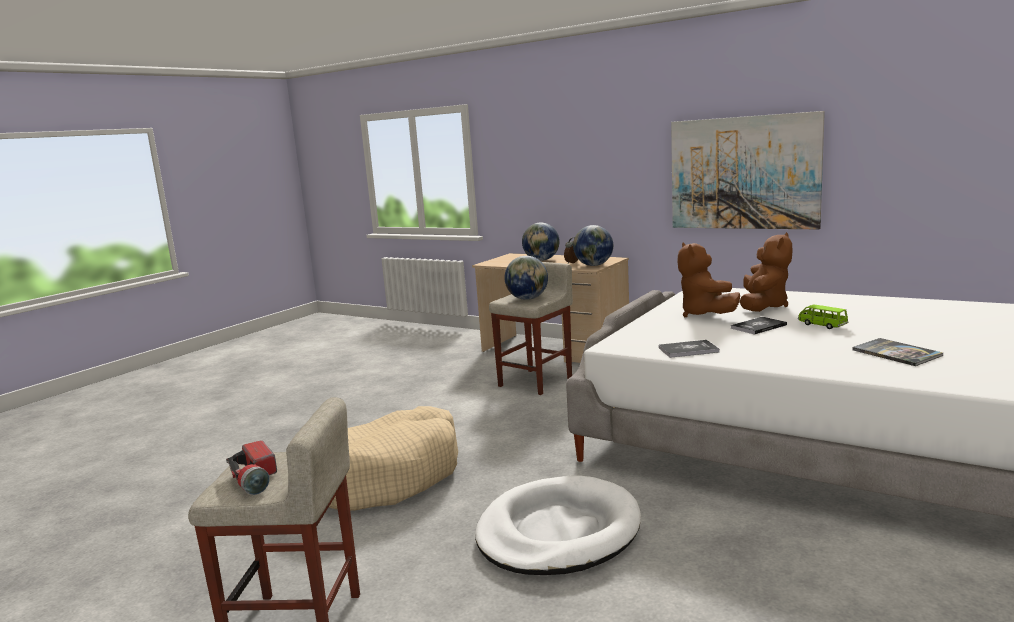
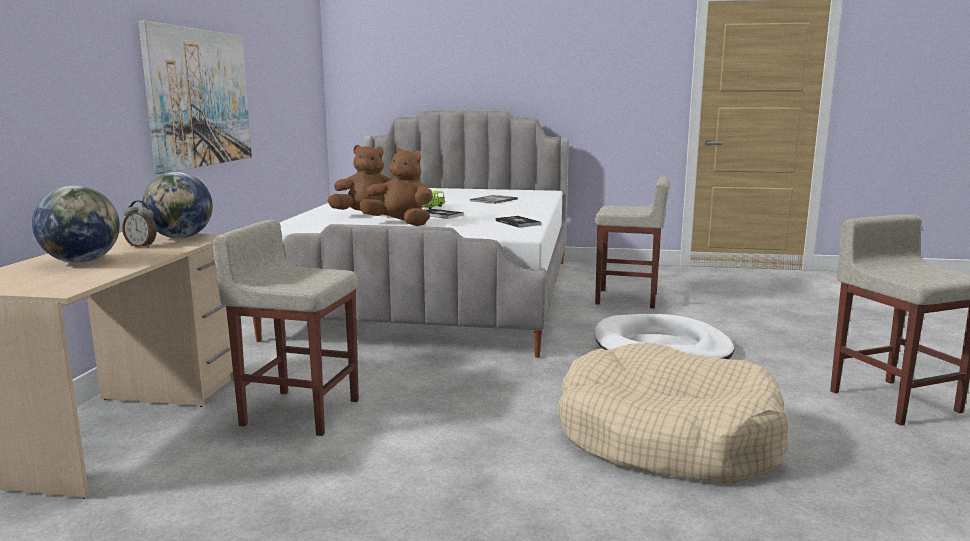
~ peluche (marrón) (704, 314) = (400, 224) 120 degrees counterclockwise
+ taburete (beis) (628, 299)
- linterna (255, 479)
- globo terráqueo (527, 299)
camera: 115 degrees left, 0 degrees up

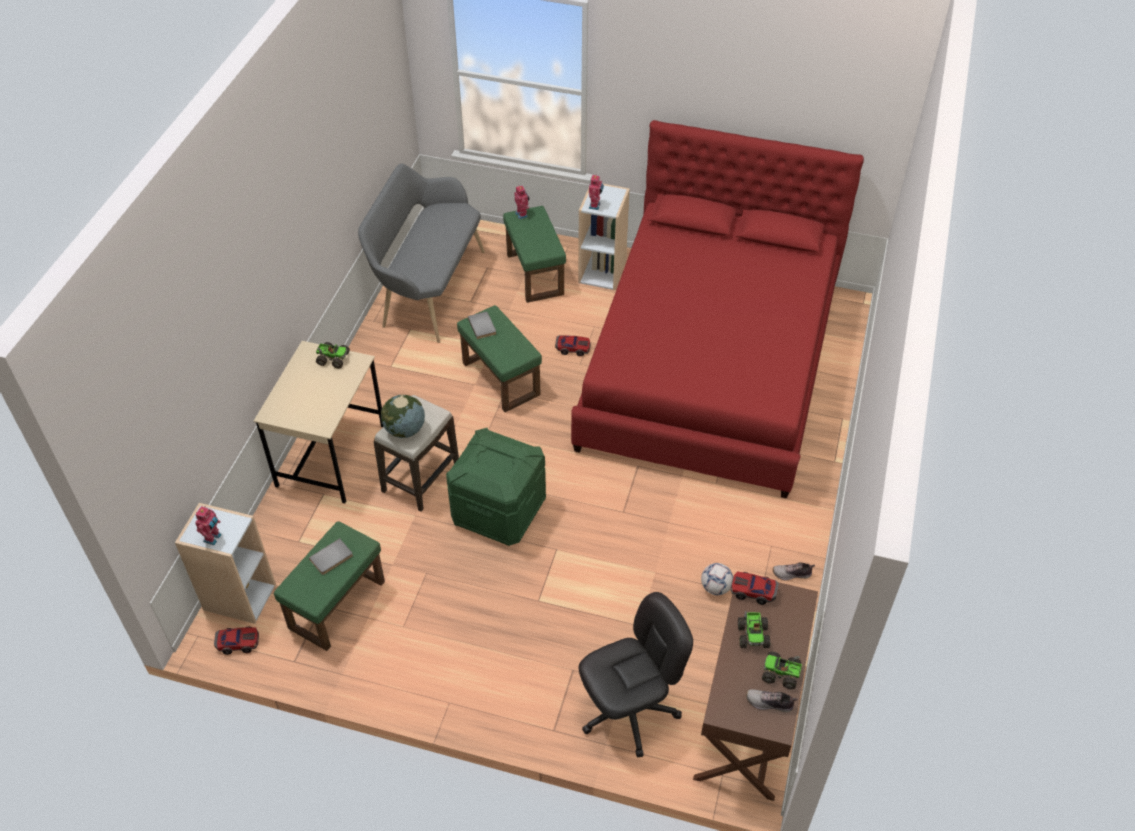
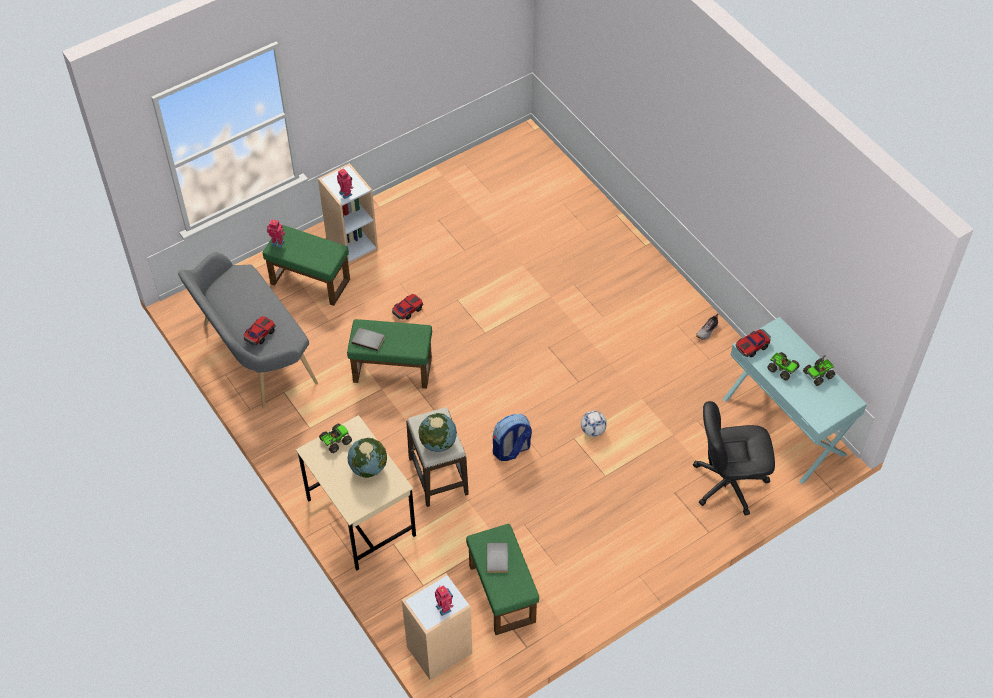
~ coche de juguete (238, 642) to (259, 333)
+ globo terráqueo (368, 467)
~ caja de almacenaje (verde) (498, 511) to mochila (511, 450)
~ balón de fútbol (715, 587) to (593, 430)
~ silla de oficina (negro) (629, 710) = (728, 483) 105 degrees counterclockwise
~ escritorio (marrón) (748, 716) to escritorio (turquesa) (784, 426)
- cama (rojo) (710, 365)
- zapato (769, 703)
camera: 50 degrees left, 5 degrees up

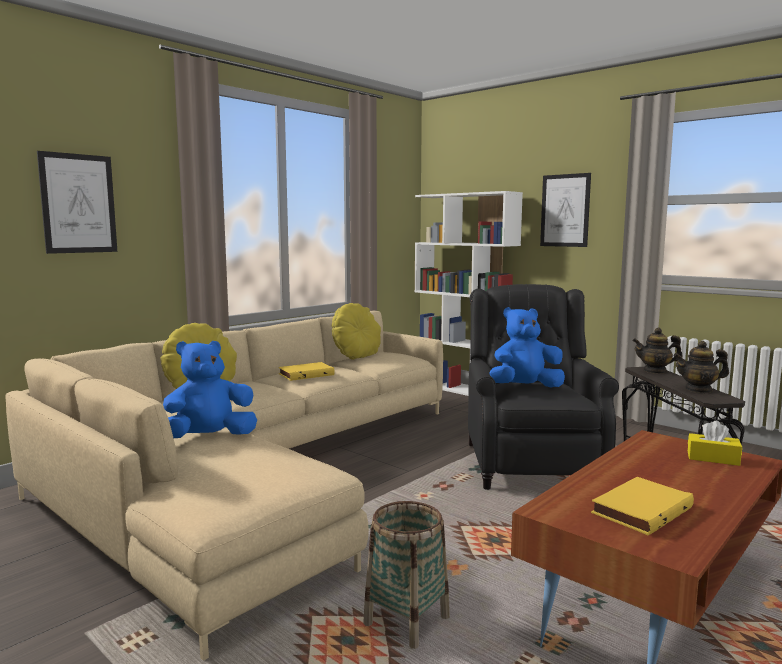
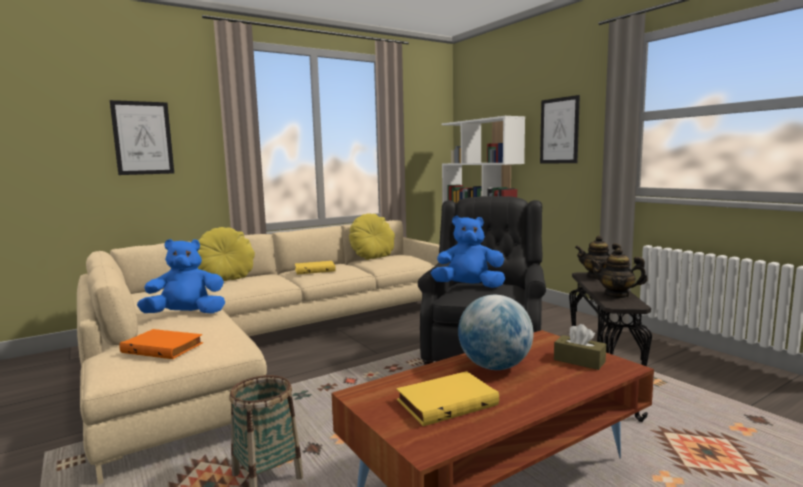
+ libro (naranja) (164, 347)
+ globo terráqueo (494, 367)
~ caja de pañuelos (amarillo) (713, 458) to caja de pañuelos (marrón) (579, 361)
camera: 15 degrees right, 0 degrees up

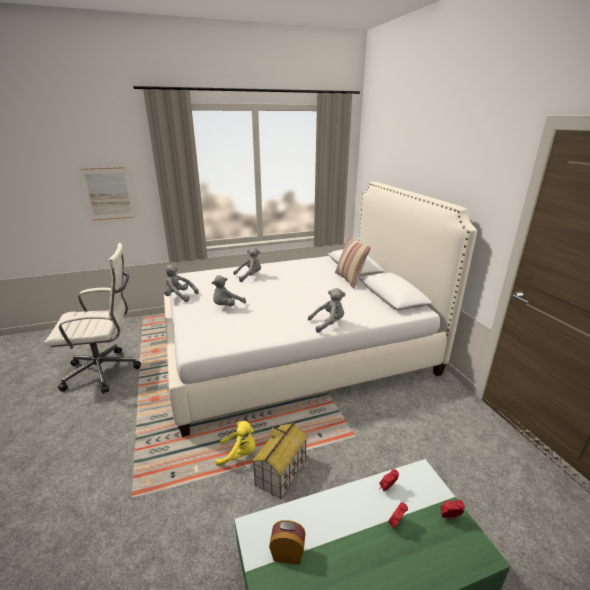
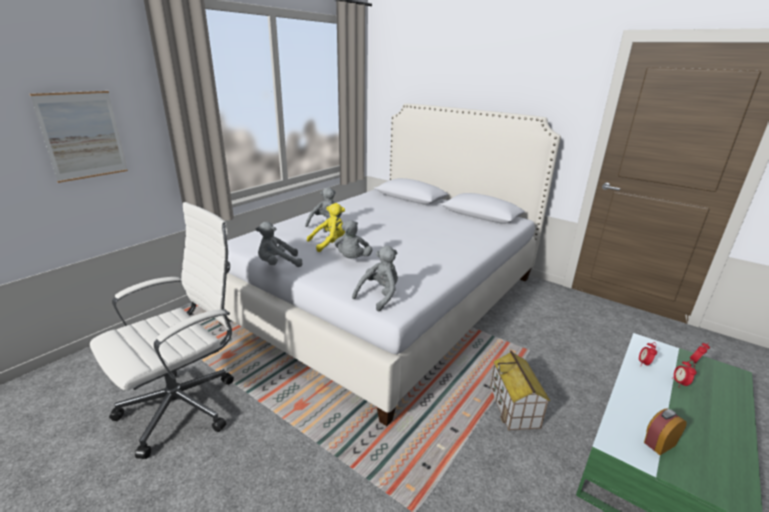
~ peluche (amarillo) (239, 454) to (329, 243)
~ peluche (gris) (328, 324) to (379, 296)
- cojín (349, 279)
camera: 35 degrees left, 0 degrees up

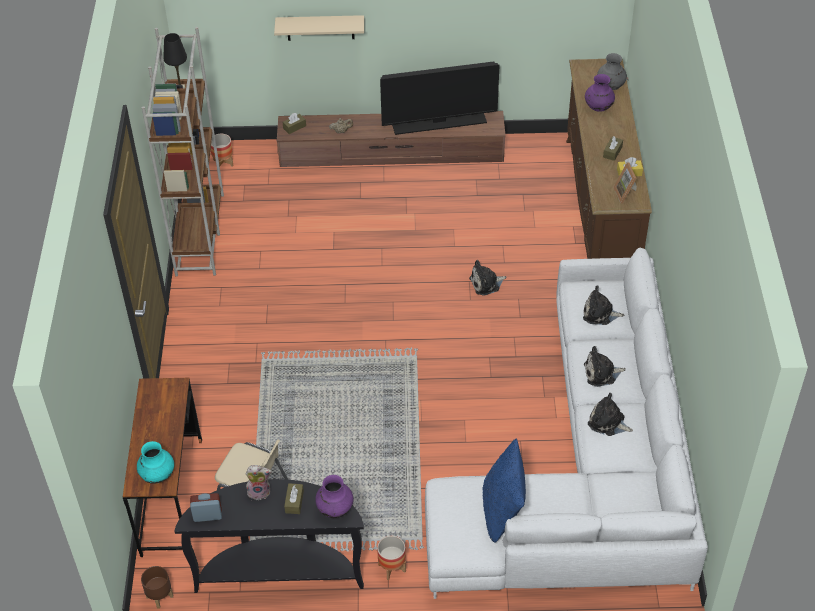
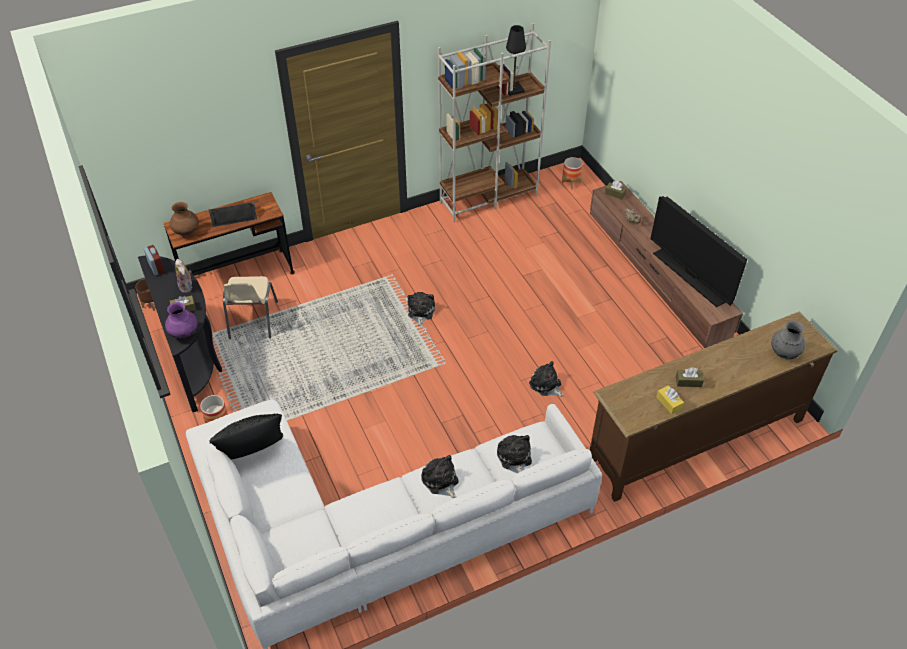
~ florero (turquesa) (157, 475) to florero (marrón) (187, 232)
+ altavoz (negro) (233, 216)
~ cojín (azul) (502, 513) to cojín (negro) (252, 456)
~ peluche (608, 422) to (420, 312)
- estante (beis) (320, 27)
- florero (morado) (598, 107)
- portarretratos (626, 194)
camera: 65 degrees right, 0 degrees up

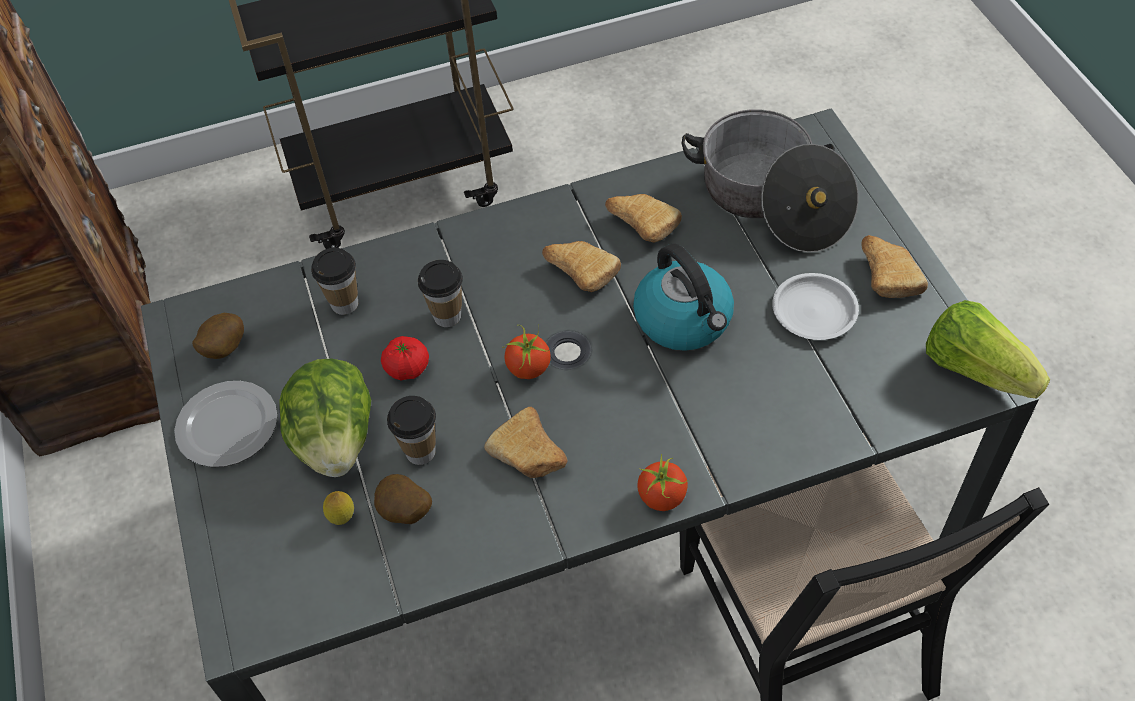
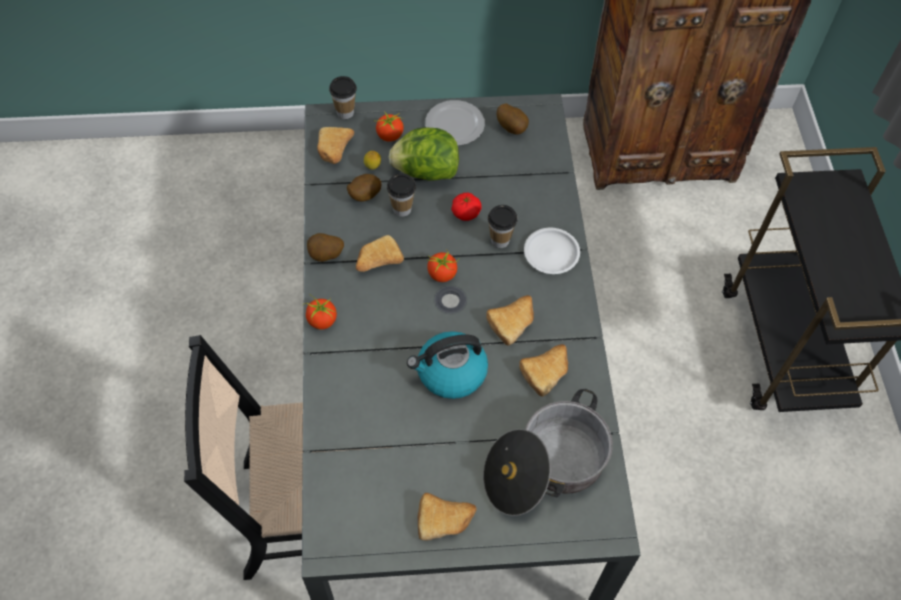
+ patata (326, 256)
+ pan (333, 152)
~ taza (344, 303) to (345, 112)
+ tomate (389, 136)
~ plato (blanco) (813, 311) to (551, 253)
- lechuga (975, 369)
camera: 100 degrees right, 5 degrees up

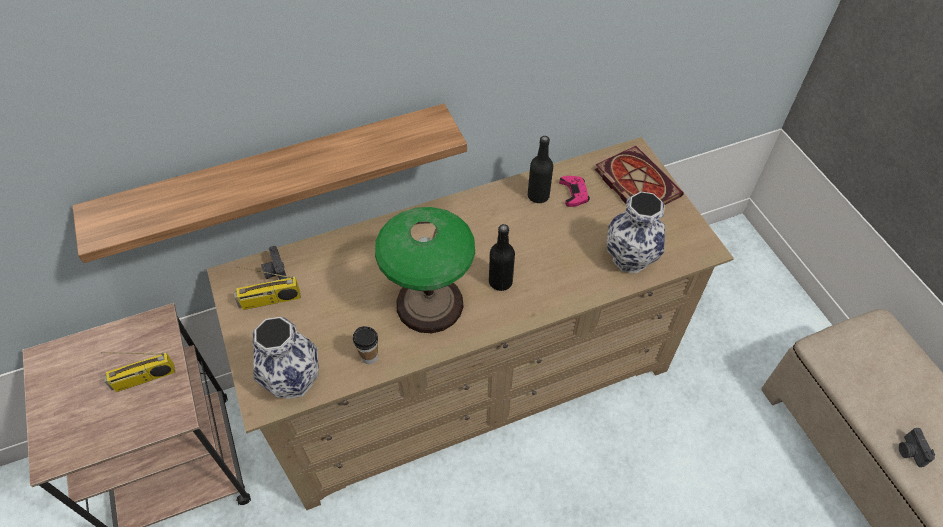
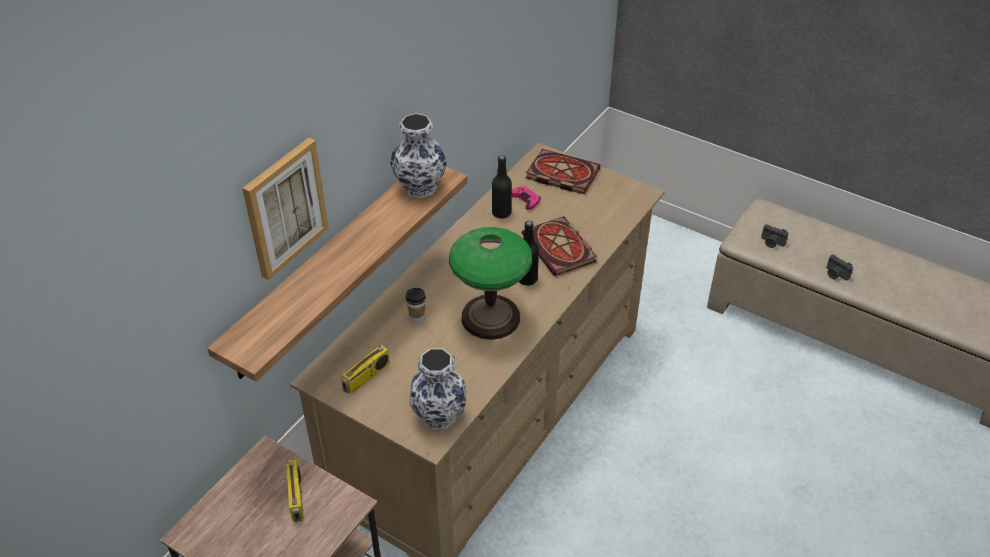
+ cuadro (284, 207)
~ radio (144, 378) = (296, 497) 45 degrees counterclockwise
~ florero (630, 257) to (419, 186)
~ taza (369, 356) to (417, 318)
+ libro (561, 249)
~ cámara (275, 272) to (771, 243)
camera: 35 degrees left, 10 degrees down

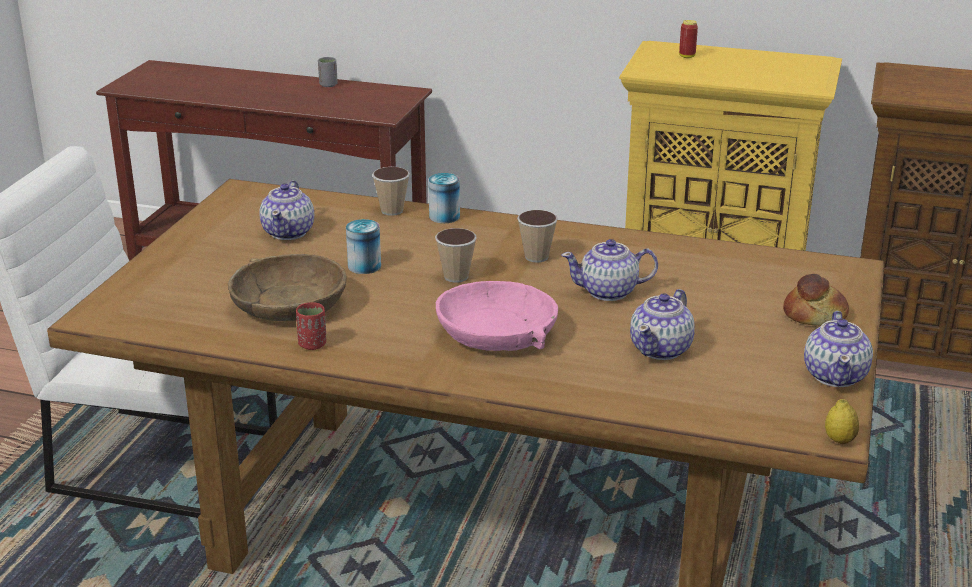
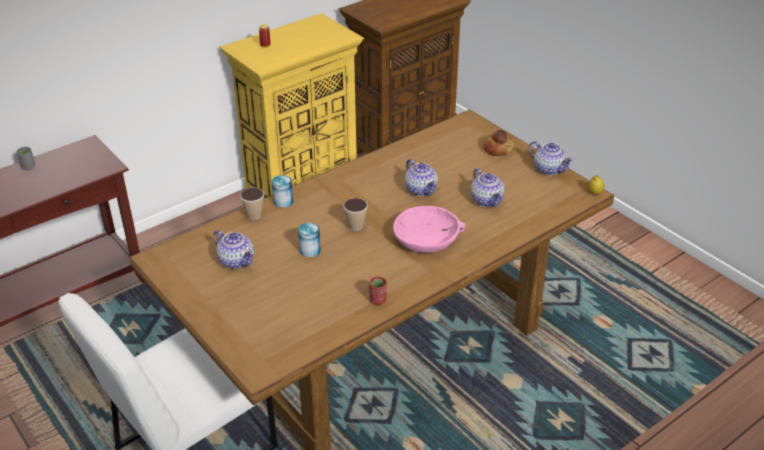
~ tetera (609, 292) = (421, 189) 60 degrees counterclockwise
- cuenco (marrón) (288, 304)
- taza (536, 257)
camera: 55 degrees left, 10 degrees up

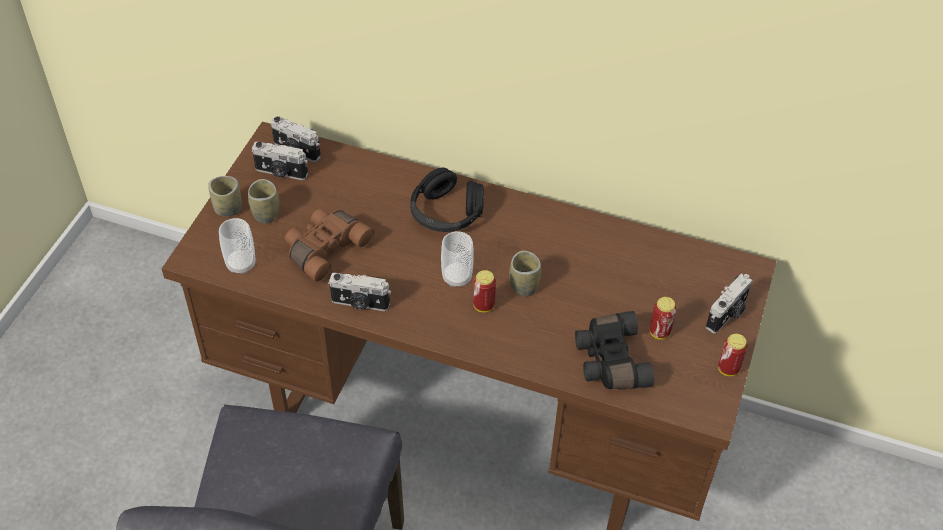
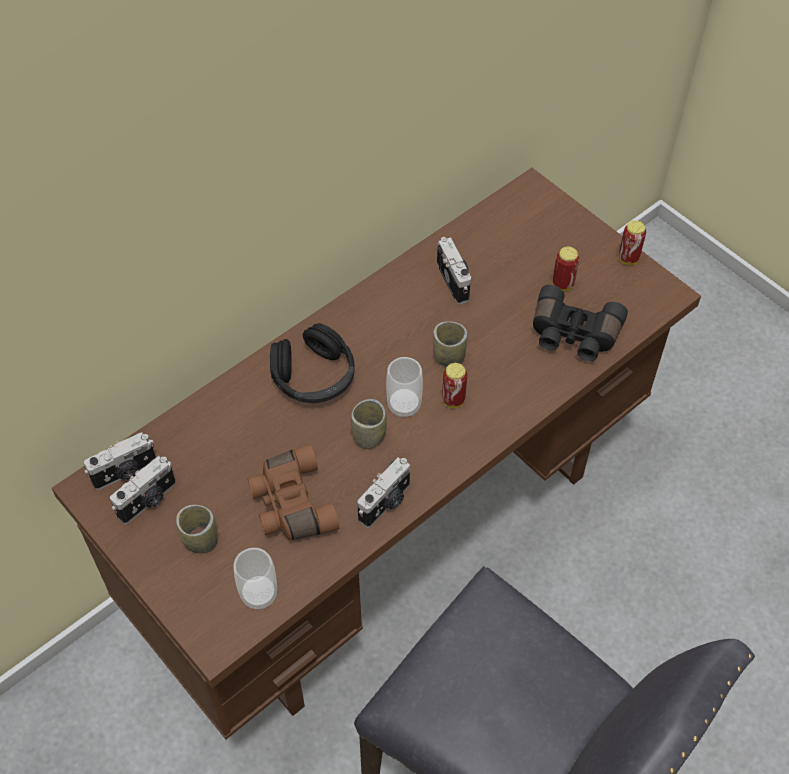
~ taza (228, 209) to (369, 436)
~ cámara (727, 314) to (454, 281)
camera: 60 degrees left, 5 degrees up

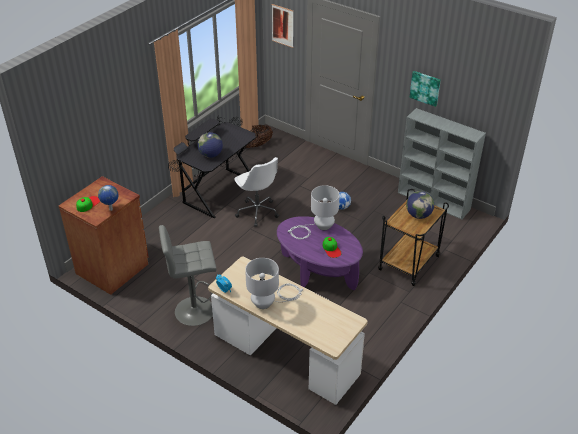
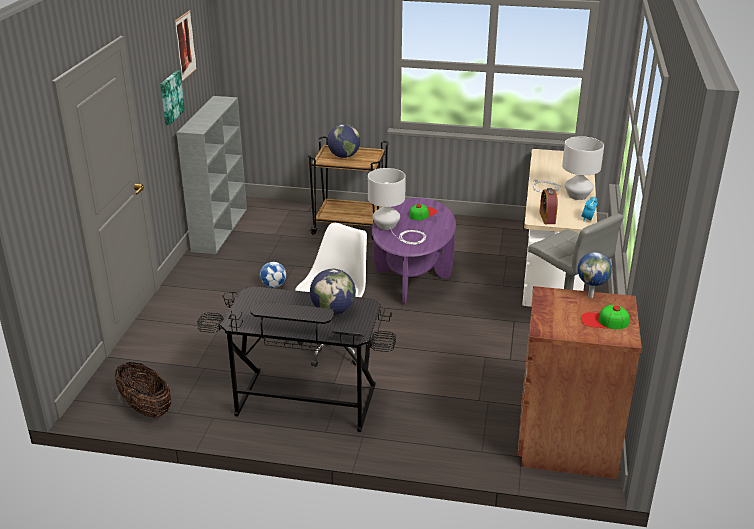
~ cuadro (282, 25) to (185, 45)
+ despertador (547, 218)
camera: 115 degrees left, 10 degrees down

